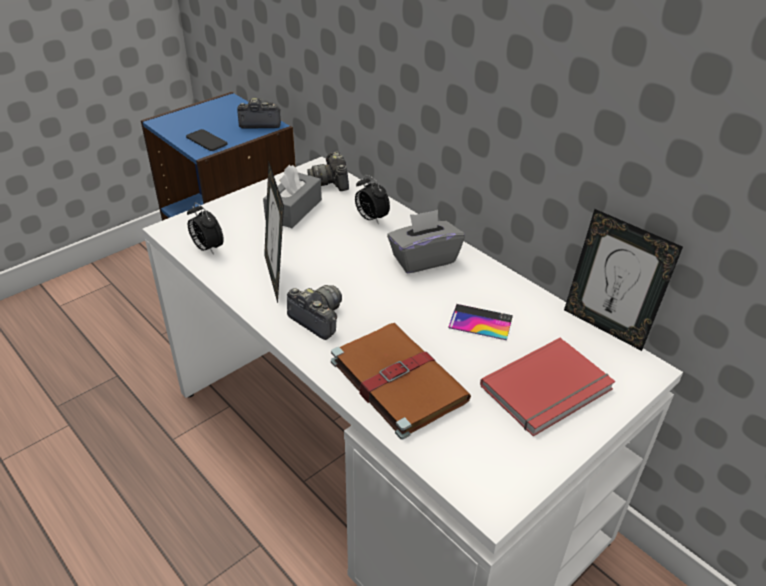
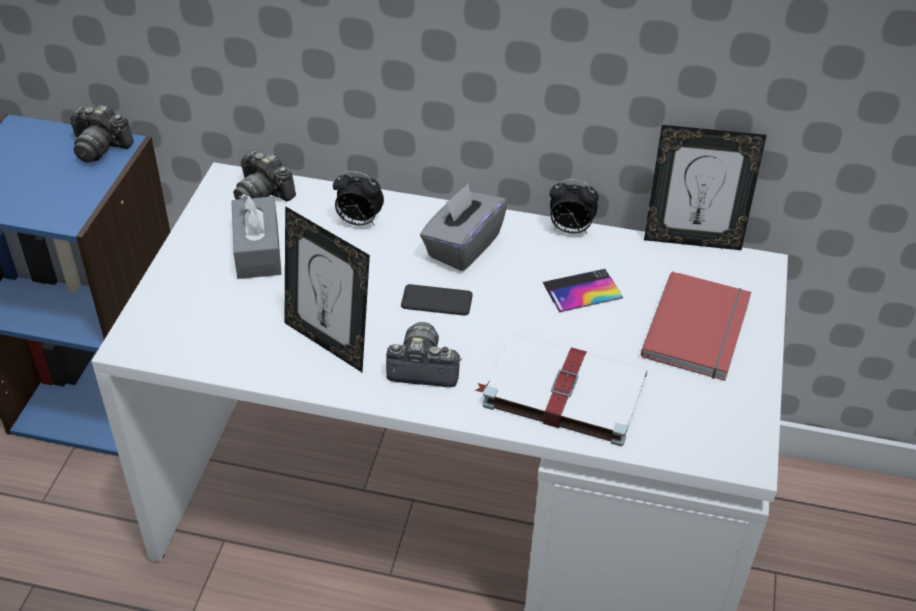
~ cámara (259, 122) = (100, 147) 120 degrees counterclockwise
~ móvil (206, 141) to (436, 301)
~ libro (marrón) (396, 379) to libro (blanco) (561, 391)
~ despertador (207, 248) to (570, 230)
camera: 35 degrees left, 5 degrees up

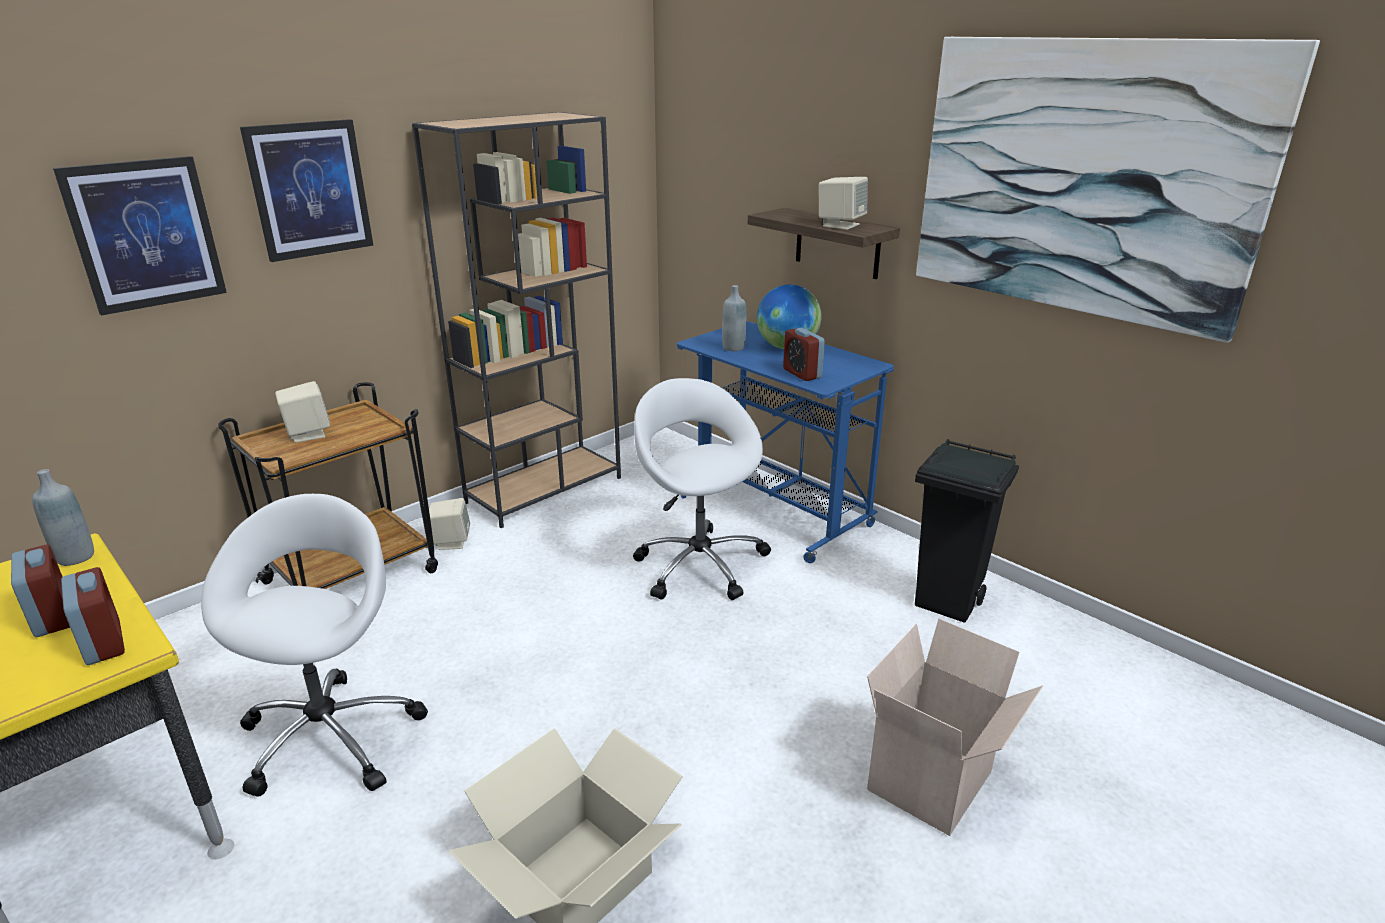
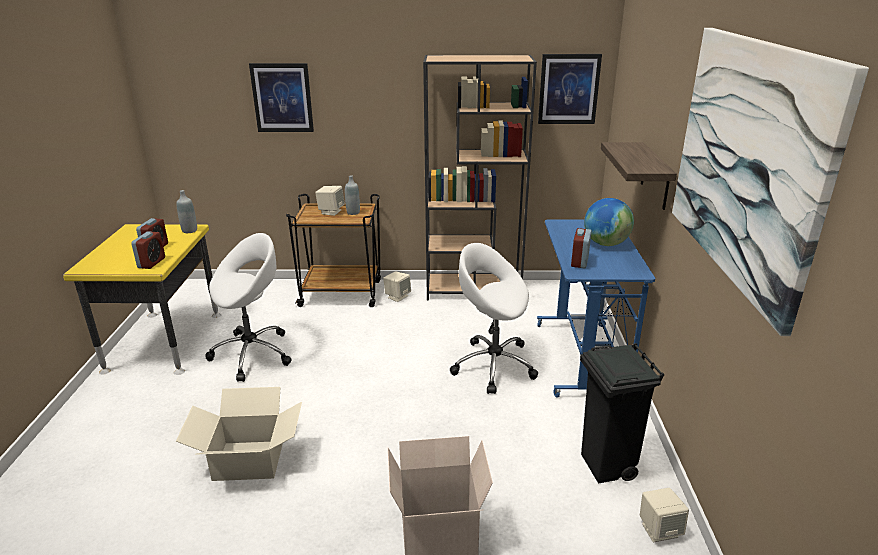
~ botella (gris) (733, 348) to (353, 212)
~ silla de oficina (blanco) (699, 565) = (492, 365) 75 degrees counterclockwise
~ cuadro (310, 189) to (568, 89)
~ altavoz (beis) (840, 225) to (659, 530)
camera: 45 degrees right, 0 degrees up

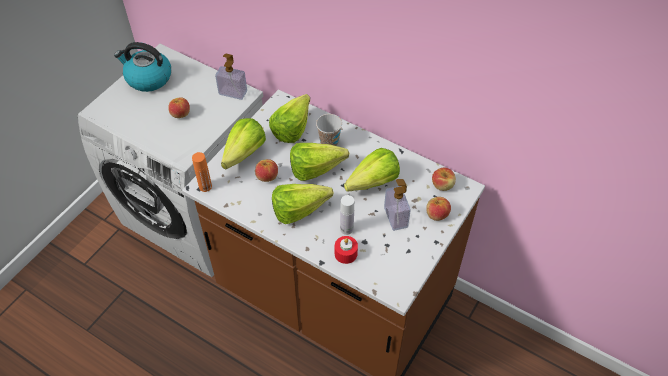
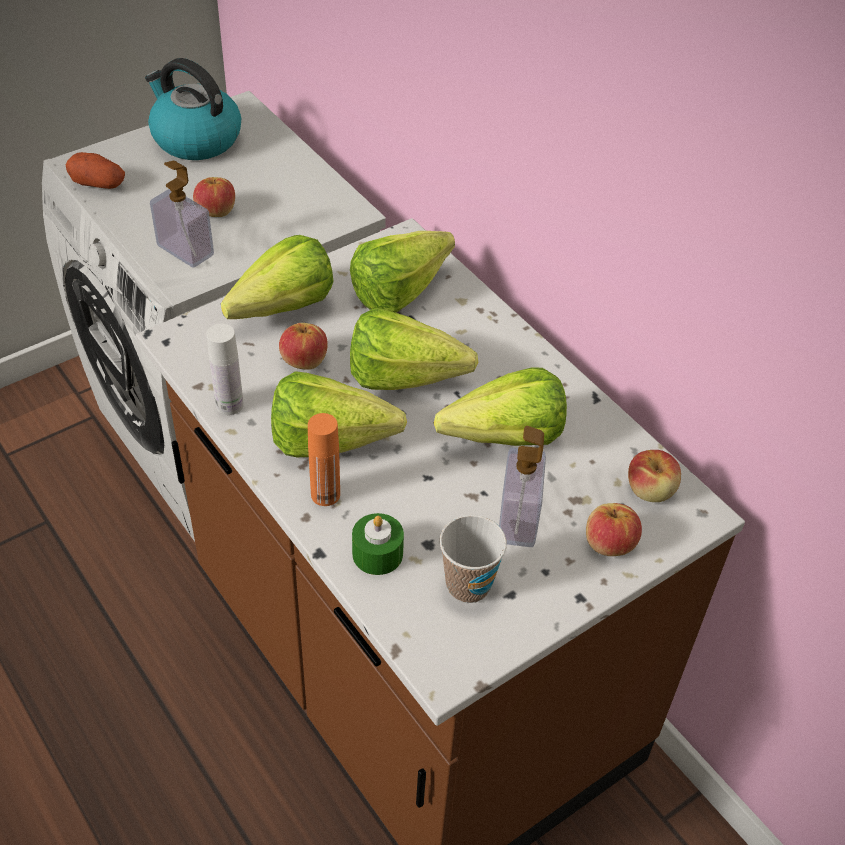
+ patata (98, 183)
~ dispensador de jabón (233, 92) to (185, 250)
~ botella (blanco) (346, 229) to (229, 405)
~ botella (naranja) (205, 186) to (325, 494)
~ vela (rojo) (346, 253) to vela (verde) (377, 554)
~ taza (329, 143) to (468, 585)
camera: 20 degrees right, 5 degrees down

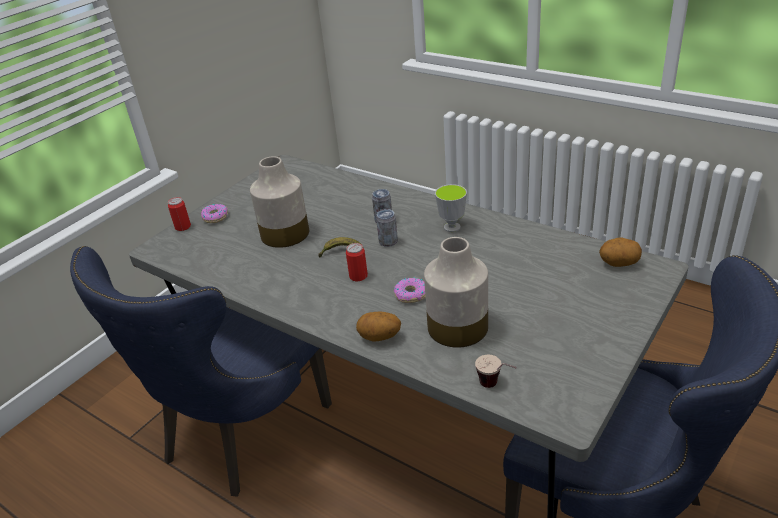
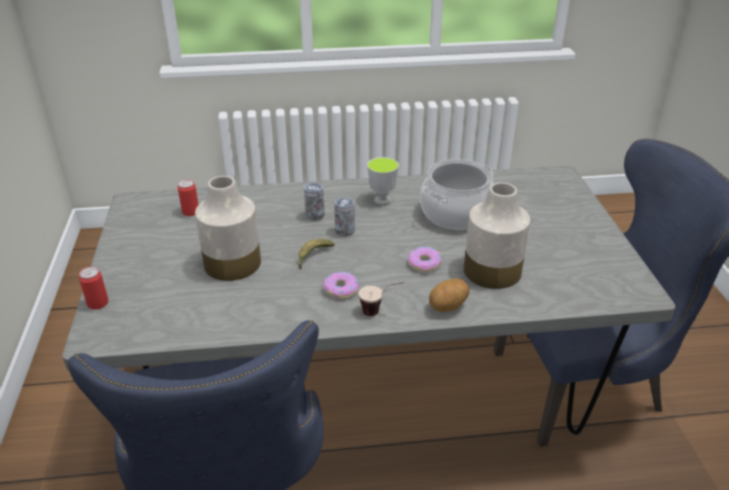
~ lata (358, 276) to (190, 211)
~ rosquilla (215, 217) to (341, 289)
~ taza (496, 387) to (380, 312)
+ olla (455, 213)
- patata (619, 263)
camera: 45 degrees left, 0 degrees up

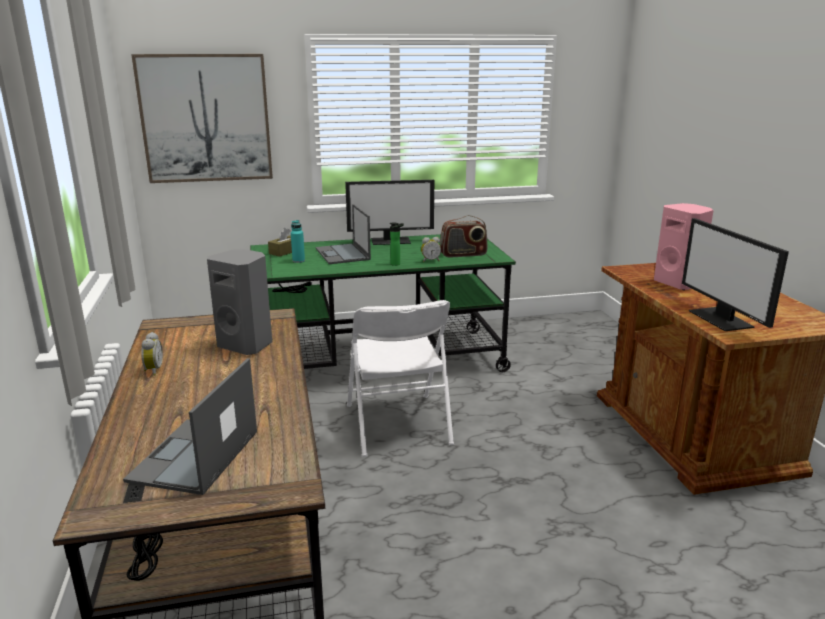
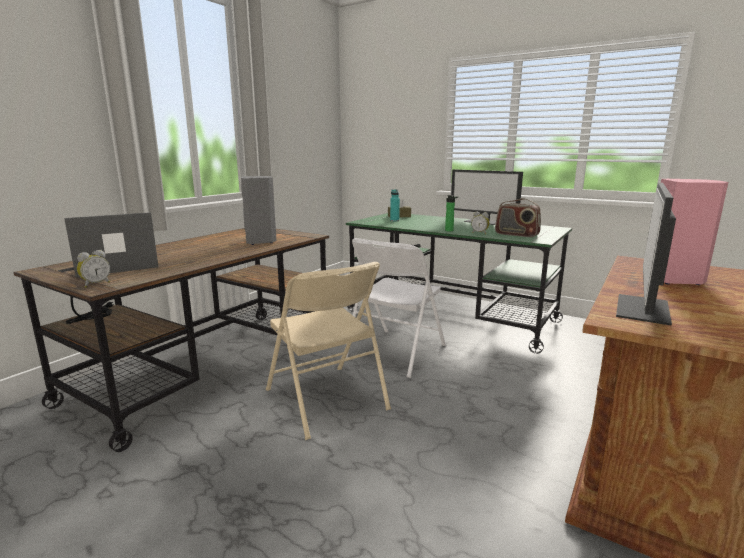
~ despertador (152, 370) to (95, 284)
+ silla (beis) (325, 399)
- cuadro (206, 118)
- portátil (343, 254)
camera: 45 degrees right, 5 degrees down

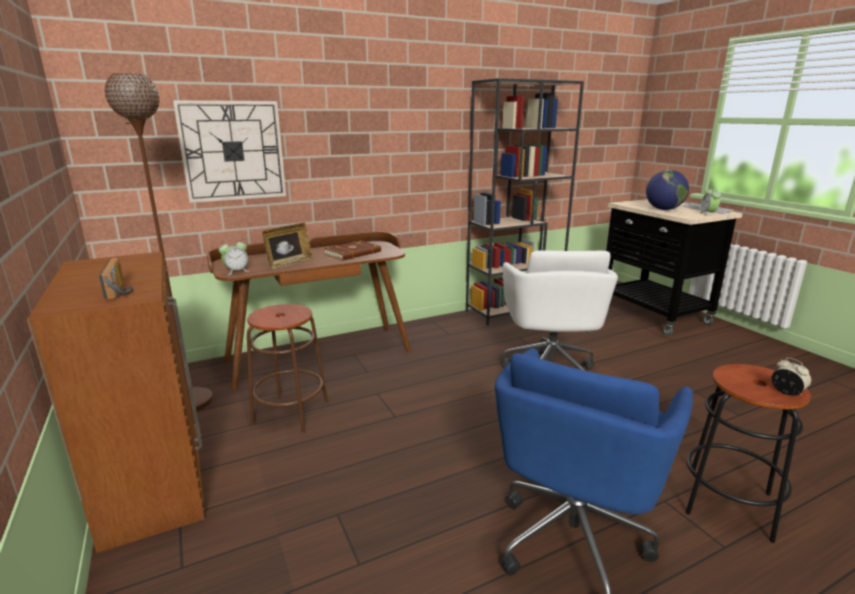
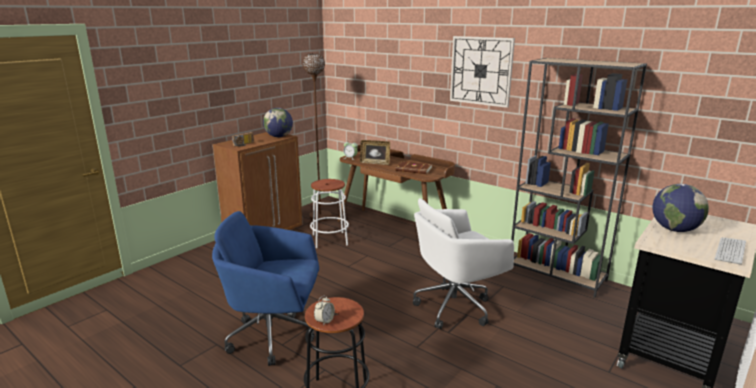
+ globo terráqueo (279, 136)
~ taburete (marrón) (290, 412) to taburete (blanco) (330, 239)
~ reloj de pared (233, 151) to (481, 71)
- despertador (708, 214)
camera: 65 degrees right, 0 degrees up

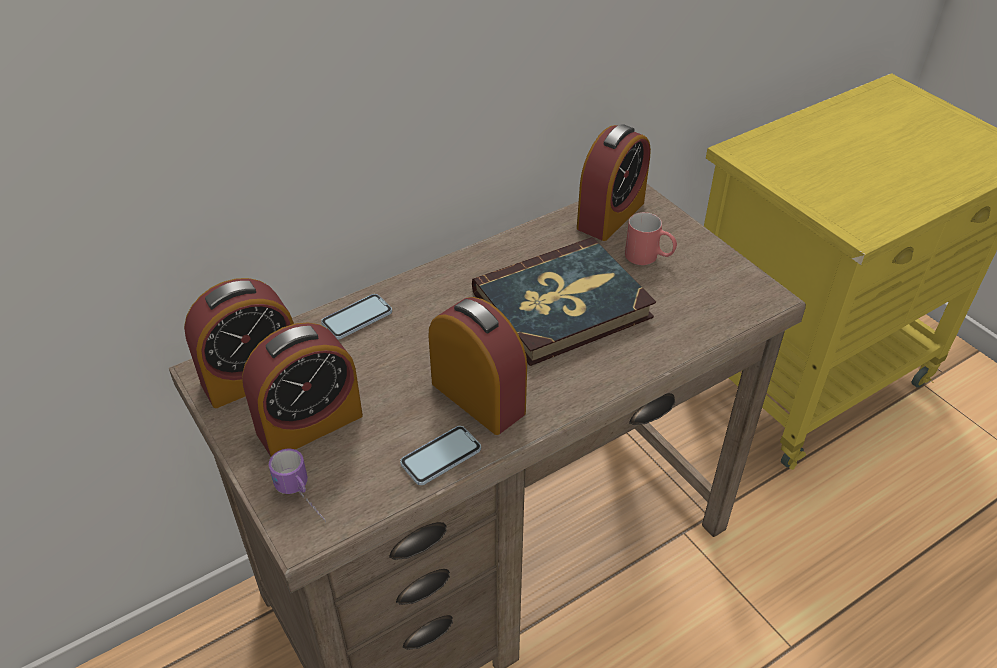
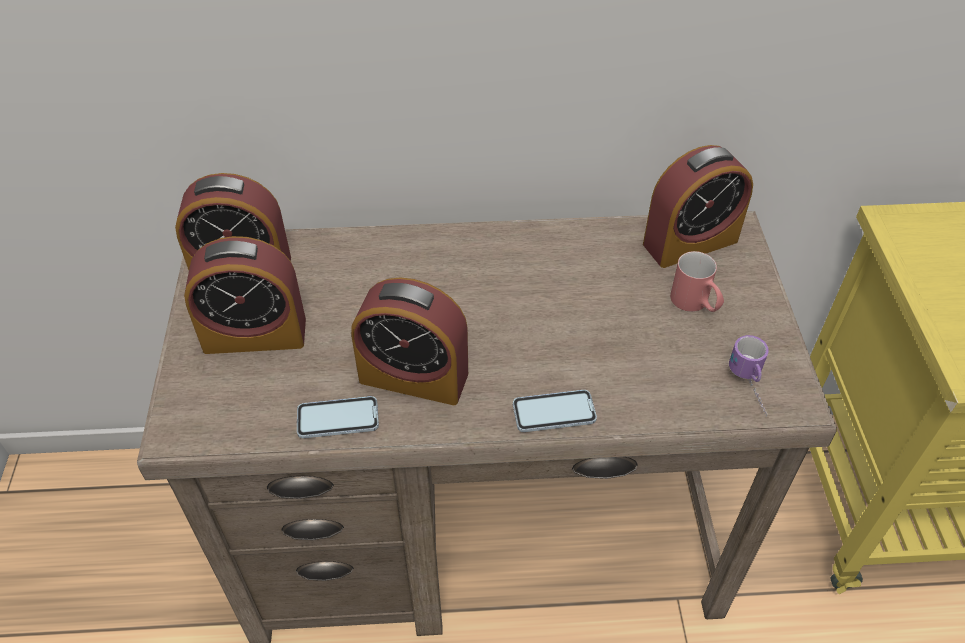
~ despertador (478, 398) = (413, 377) 120 degrees clockwise
~ móvil (357, 318) to (554, 412)
~ taza grande (303, 500) to (750, 388)
- libro (562, 305)
camera: 30 degrees right, 5 degrees up

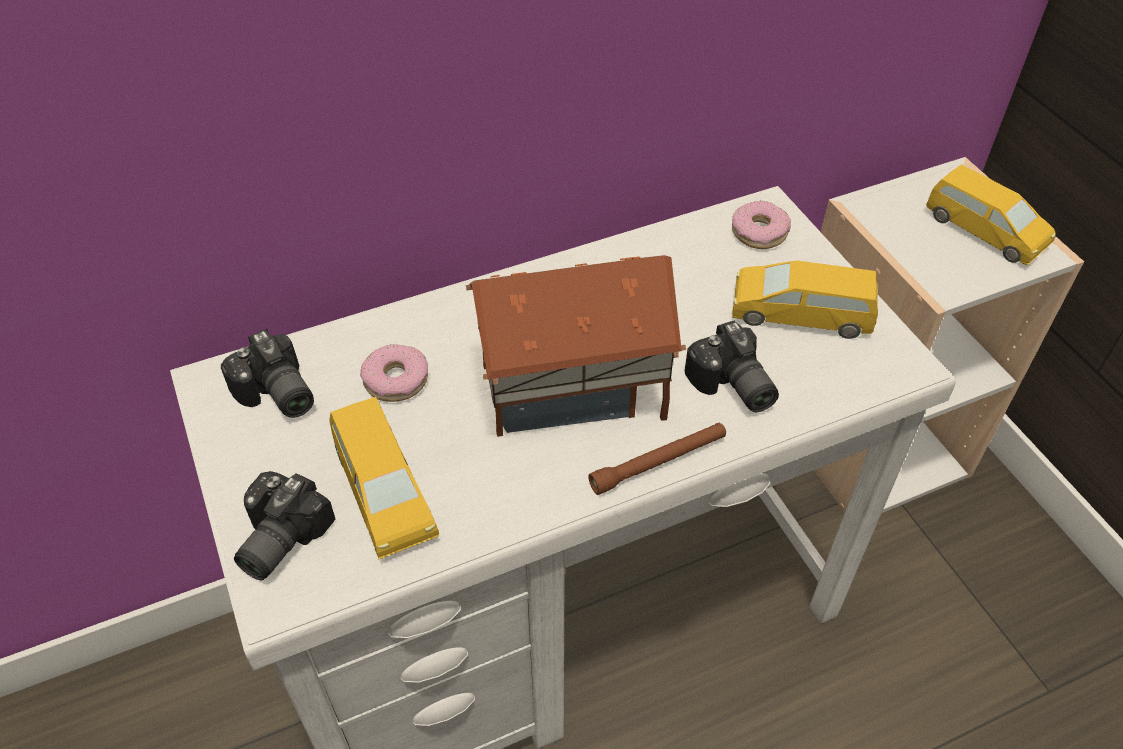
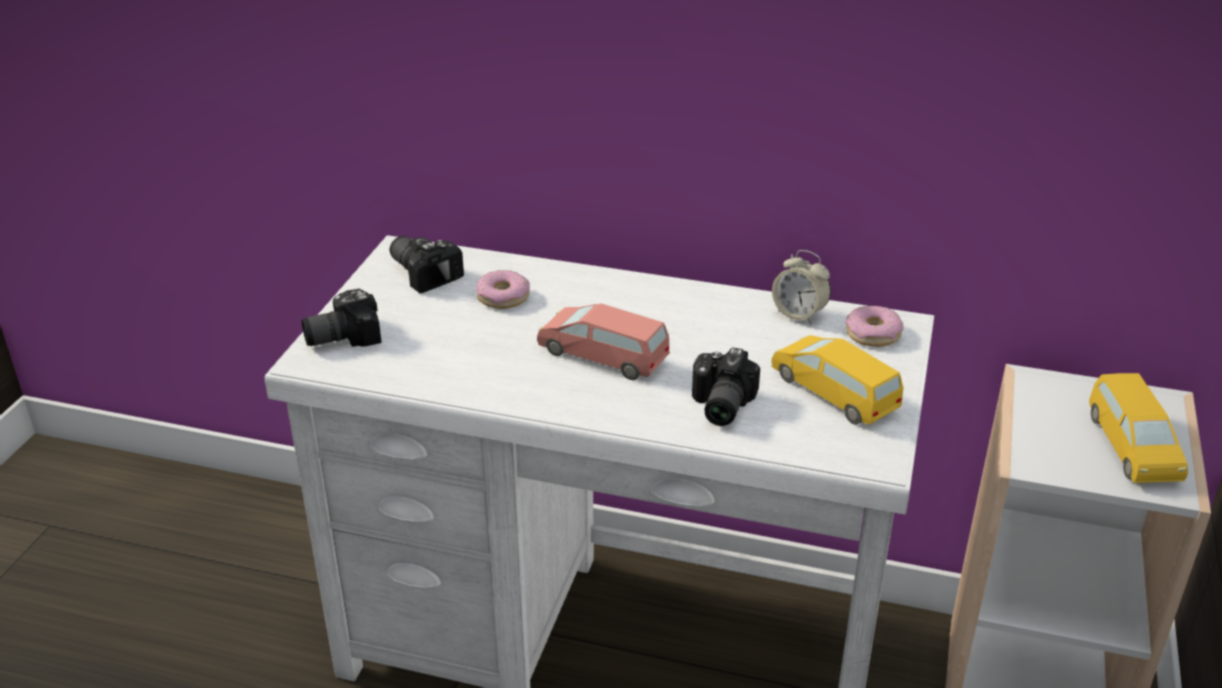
~ cámara (275, 395) = (425, 272) 135 degrees clockwise
~ casita (573, 393) to coche de juguete (rosa) (603, 356)
+ despertador (799, 314)
- coche de juguete (amarillo) (384, 491)
- linterna (marrón) (658, 463)
camera: 40 degrees right, 15 degrees down

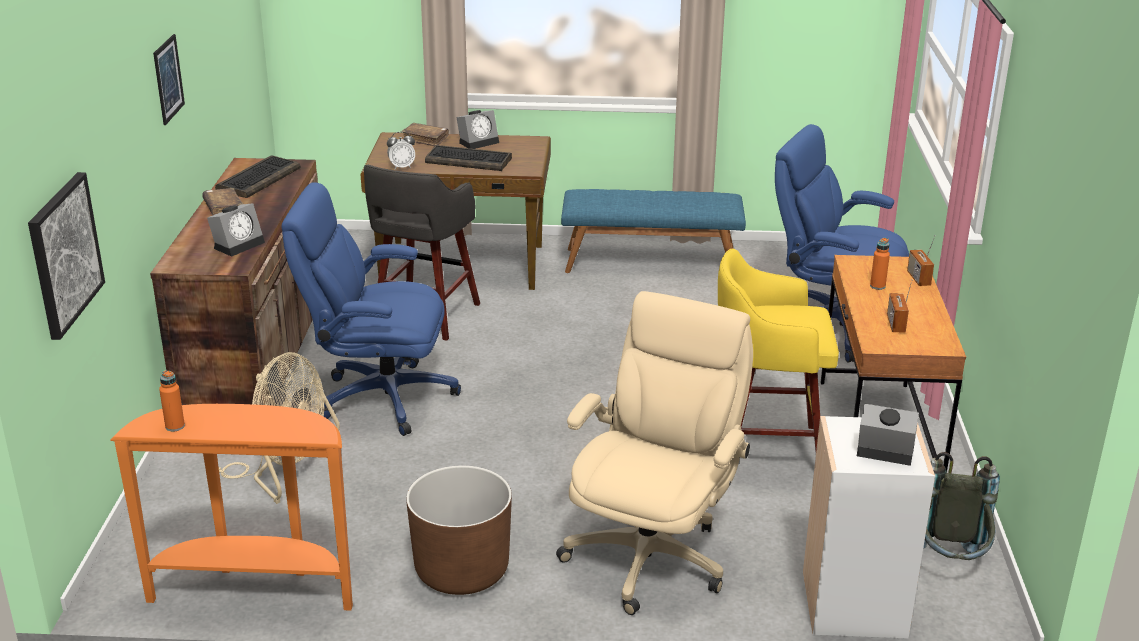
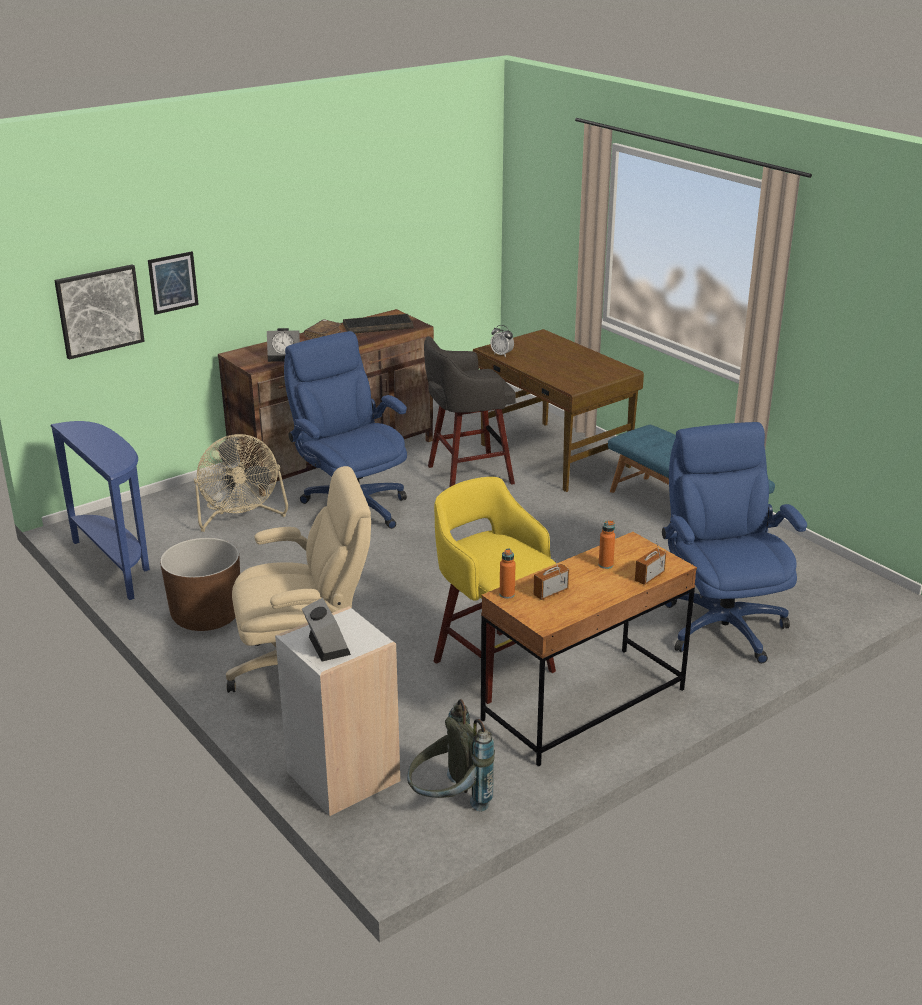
~ mesa consola (naranja) (255, 588) to mesa consola (azul) (117, 564)
~ cuadro (168, 79) to (173, 282)
~ botella (naranja) (175, 426) to (507, 594)
- libro (marrón) (425, 139)
- teclado (469, 160)
- despertador (479, 142)
camera: 50 degrees right, 0 degrees up

